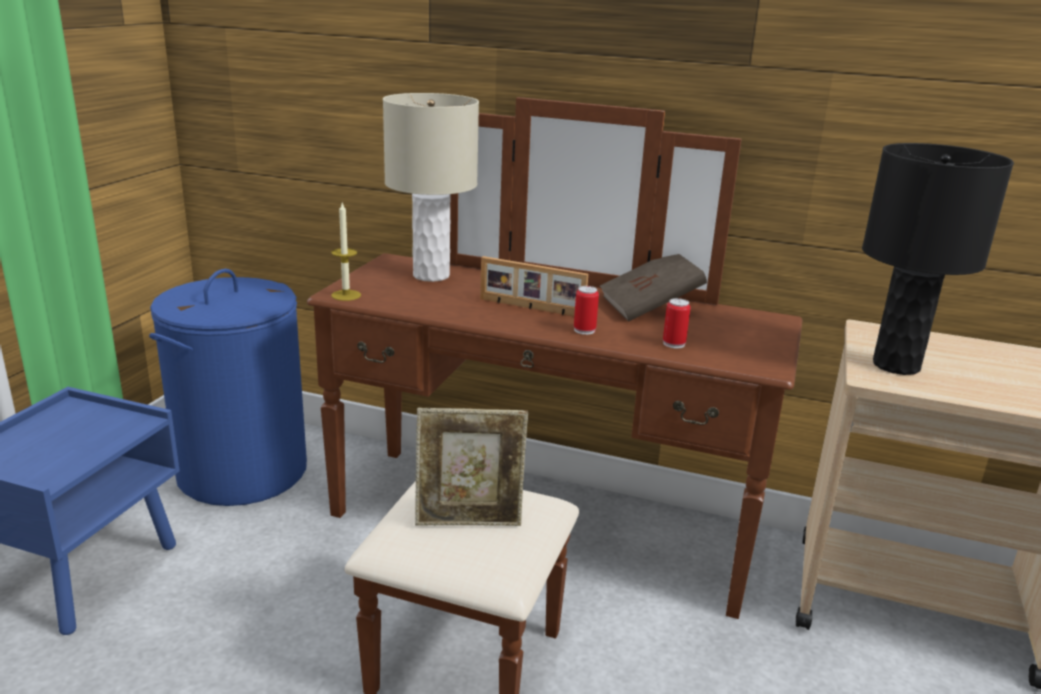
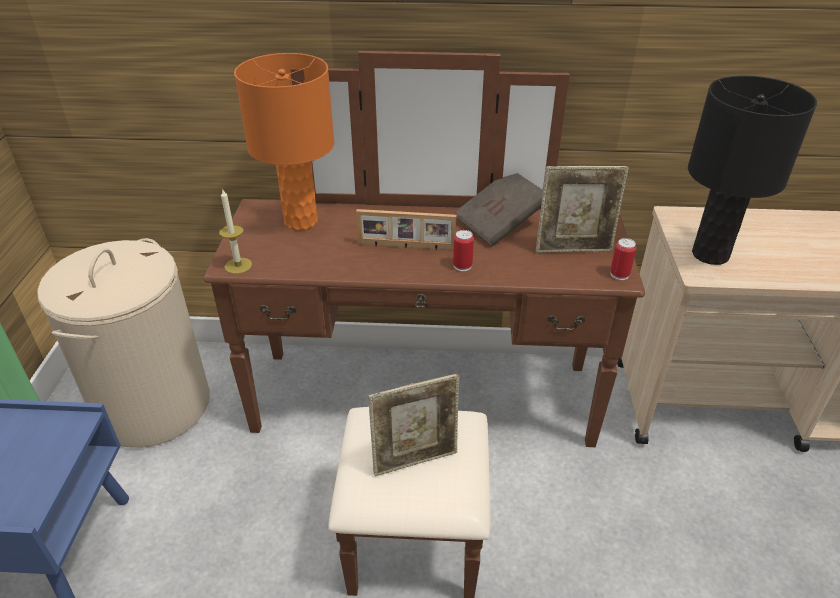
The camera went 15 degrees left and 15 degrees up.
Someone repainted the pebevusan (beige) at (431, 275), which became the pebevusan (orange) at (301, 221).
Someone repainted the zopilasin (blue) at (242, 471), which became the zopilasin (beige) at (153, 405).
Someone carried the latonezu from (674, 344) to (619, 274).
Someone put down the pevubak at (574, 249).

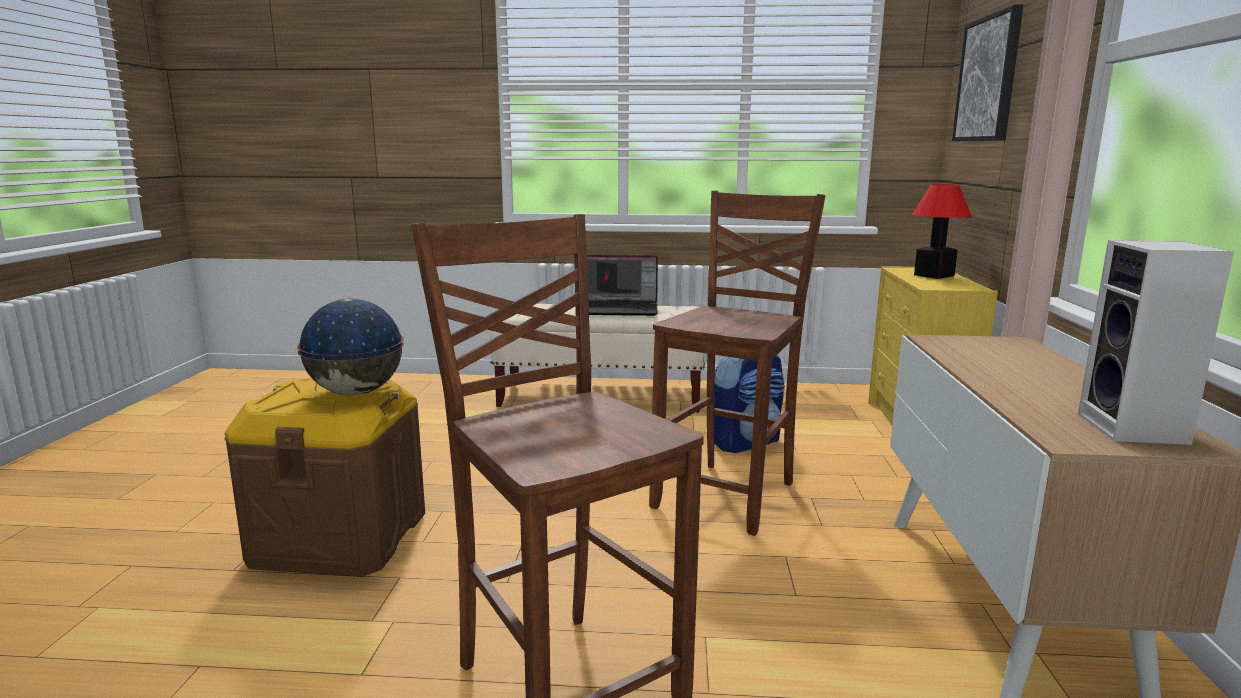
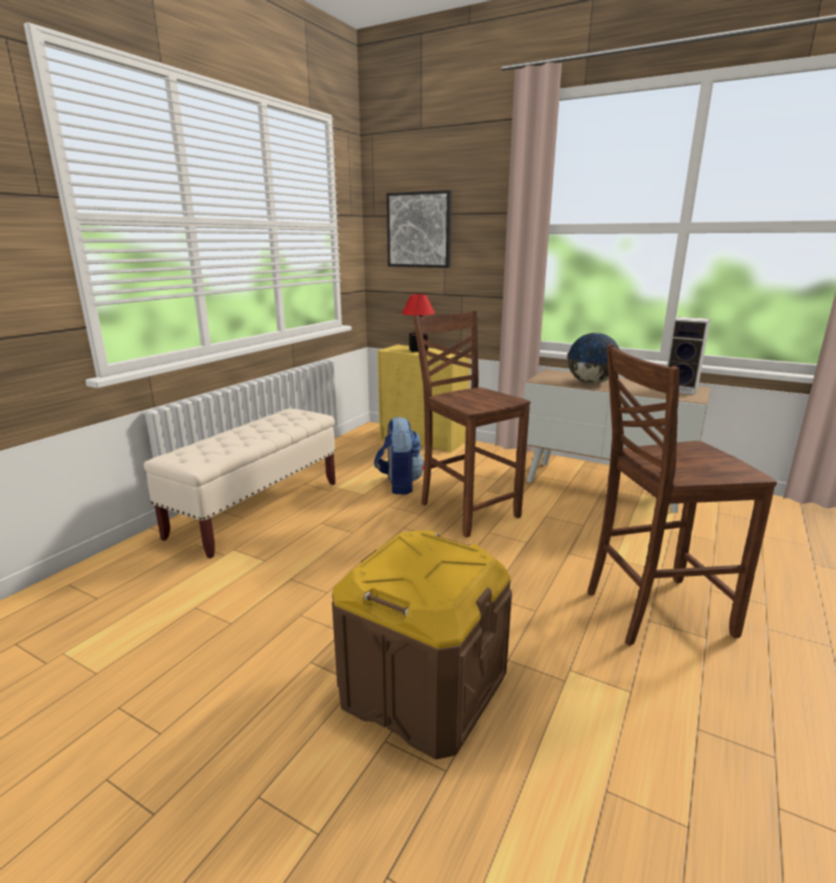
The camera went 65 degrees left and 5 degrees up.
Someone took away the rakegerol at (620, 309).
Someone carried the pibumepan from (356, 392) to (590, 383).

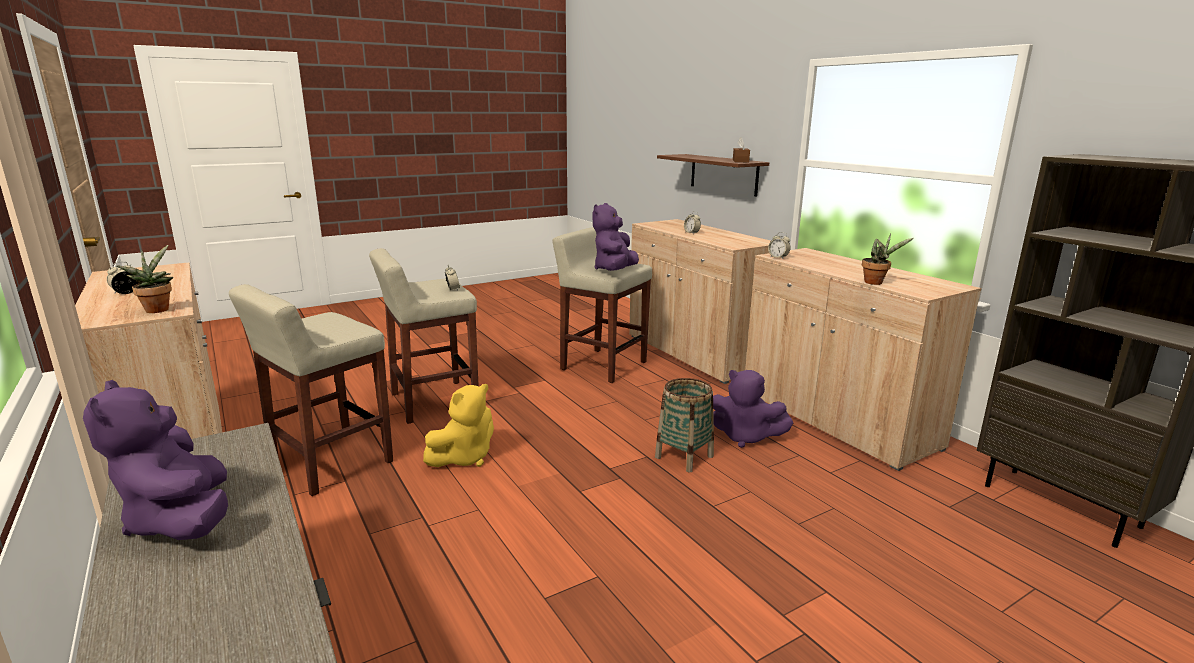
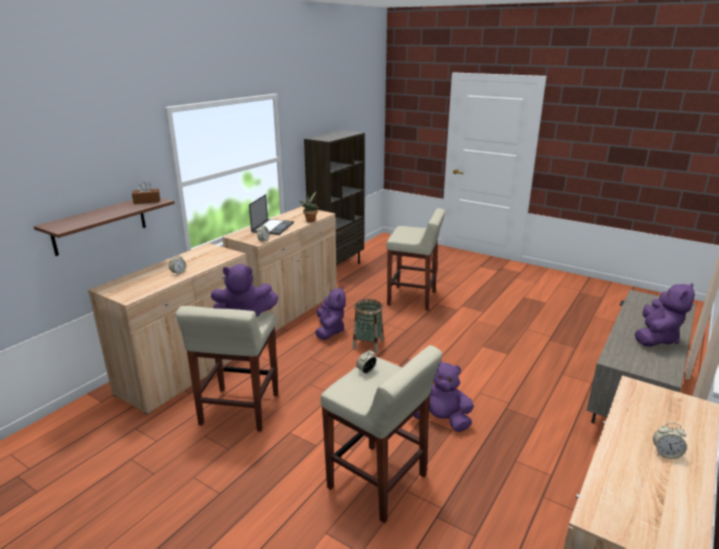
The camera went 115 degrees left and 5 degrees up.
Someone took away the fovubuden at (157, 309).
Someone carried the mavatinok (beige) from (329, 463) to (413, 298).
Someone repainted the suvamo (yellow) at (464, 458), which became the suvamo (purple) at (441, 420).
Someone put down the rakegerol at (273, 227).

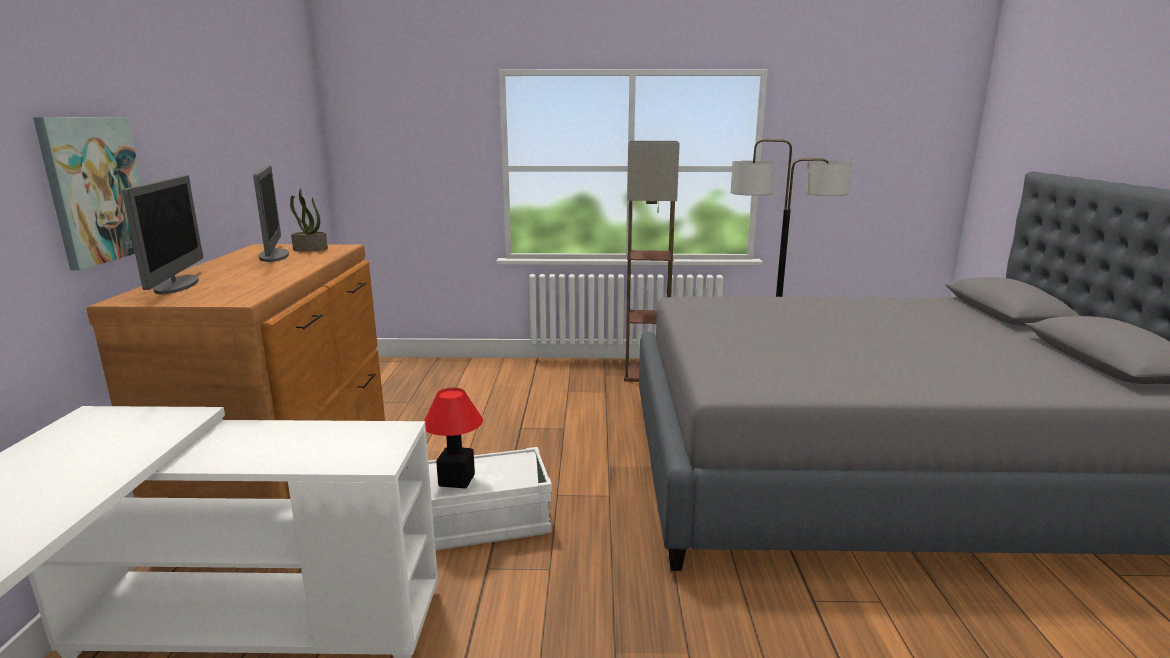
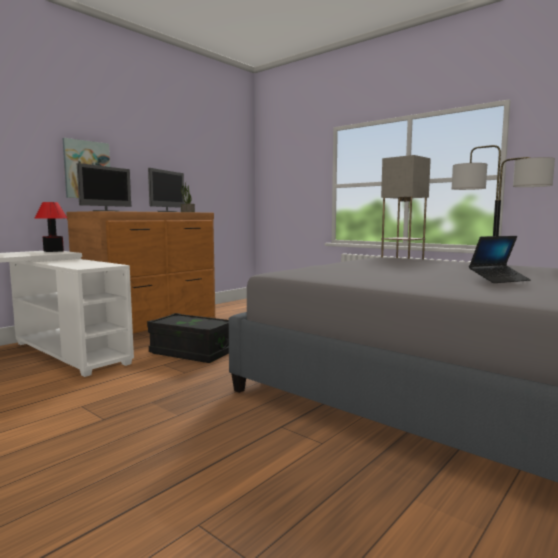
The camera went 40 degrees right and 10 degrees down.
Someone carried the pebevusan from (457, 479) to (54, 251).
Someone repainted the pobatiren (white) at (481, 522), which became the pobatiren (black) at (191, 352).
Someone put down the rakegerol at (499, 279).

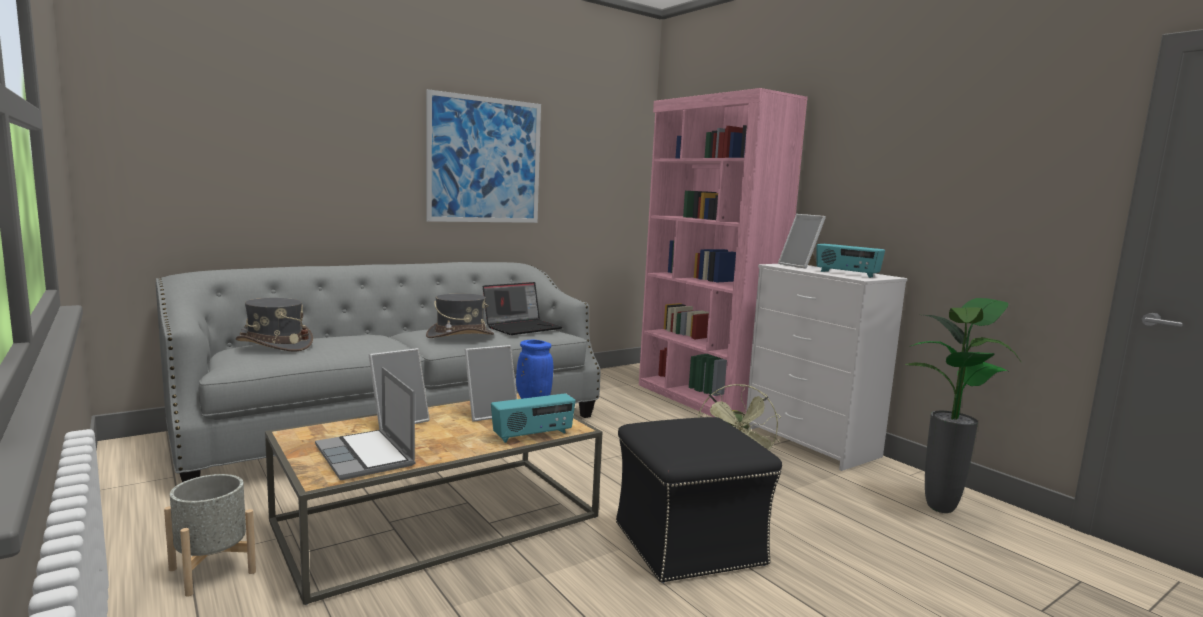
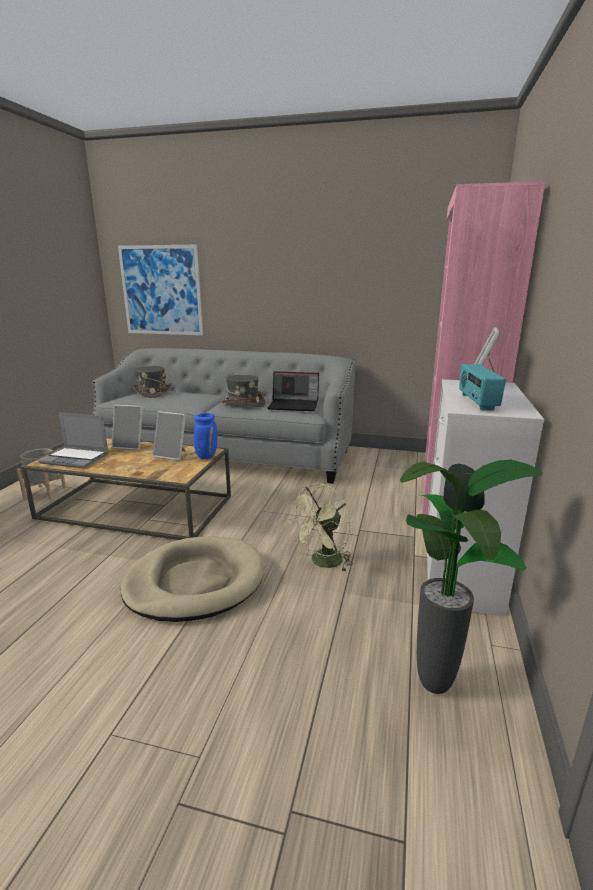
The camera went 50 degrees right and 10 degrees up.
Someone carried the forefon from (485, 160) to (161, 290).
Someone rotated the rakegerol at (366, 456) by 90 degrees counterclockwise.
Someone took away the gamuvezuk at (533, 435).
Someone swapped the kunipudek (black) at (687, 544) for the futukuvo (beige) at (195, 582).

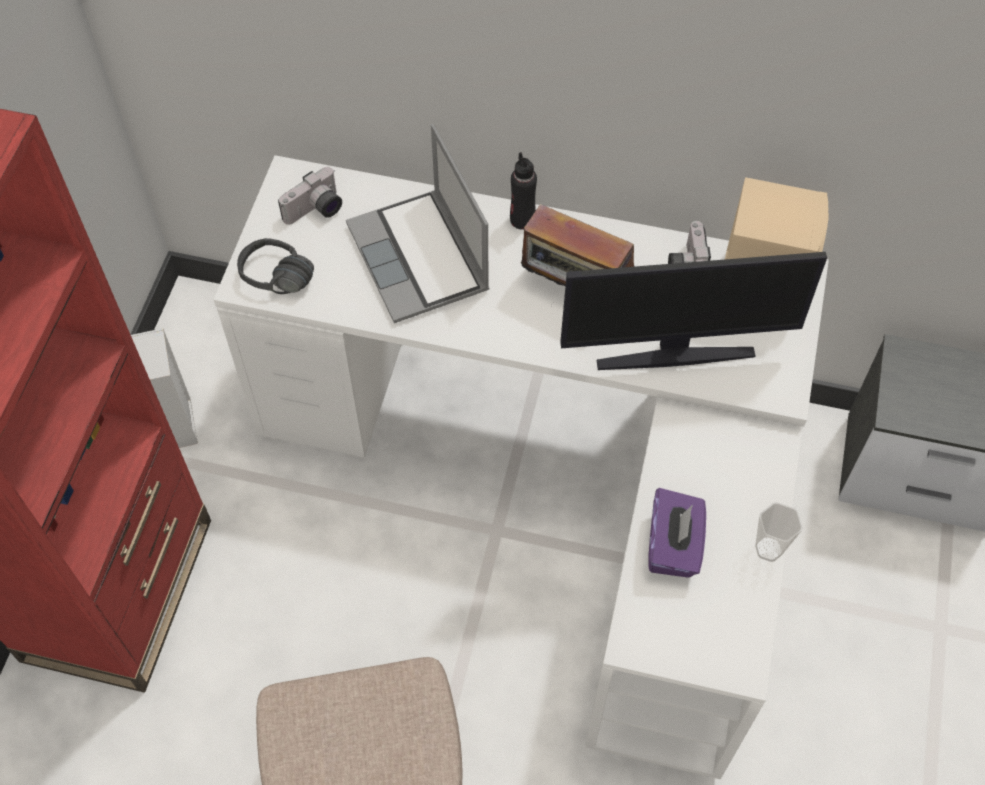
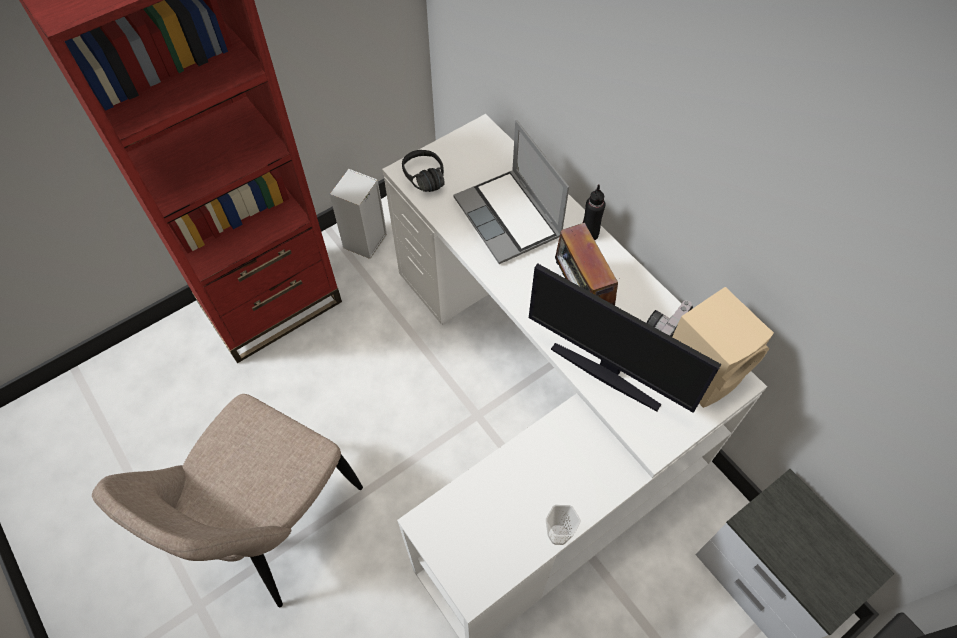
The camera went 40 degrees right and 0 degrees up.
Someone rotated the rakegerol at (420, 259) by 45 degrees counterclockwise.
Someone took away the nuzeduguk at (316, 211).
Someone took away the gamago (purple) at (673, 546).

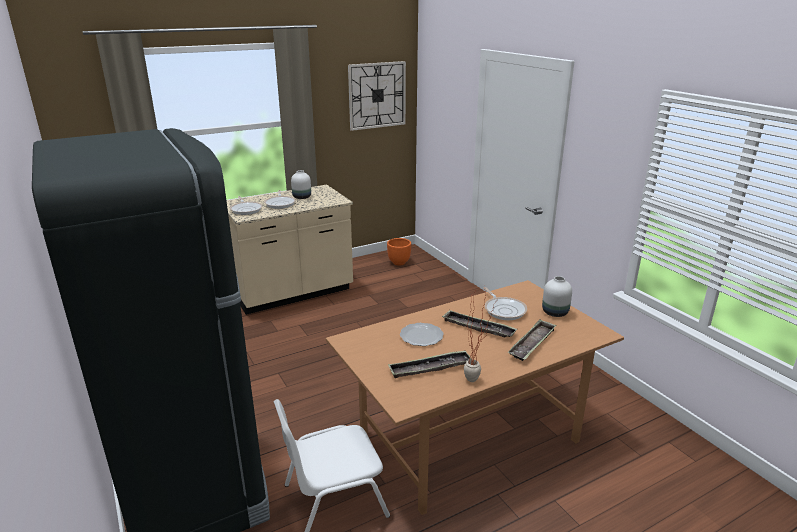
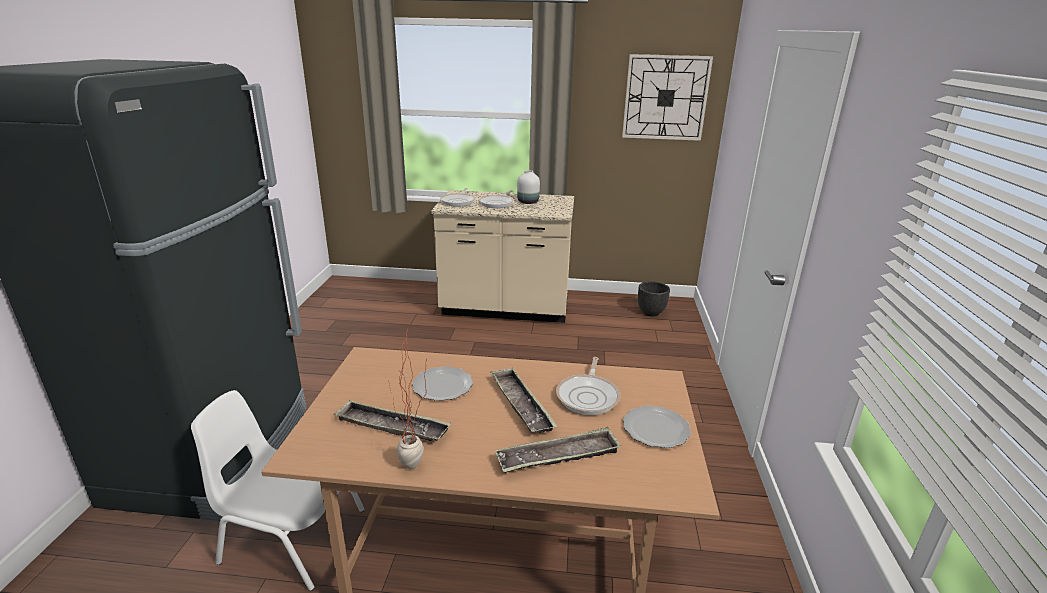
The camera went 35 degrees right and 0 degrees up.
Someone repainted the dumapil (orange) at (399, 262), which became the dumapil (black) at (651, 313).
Someone swapped the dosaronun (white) at (554, 313) for the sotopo at (655, 429).

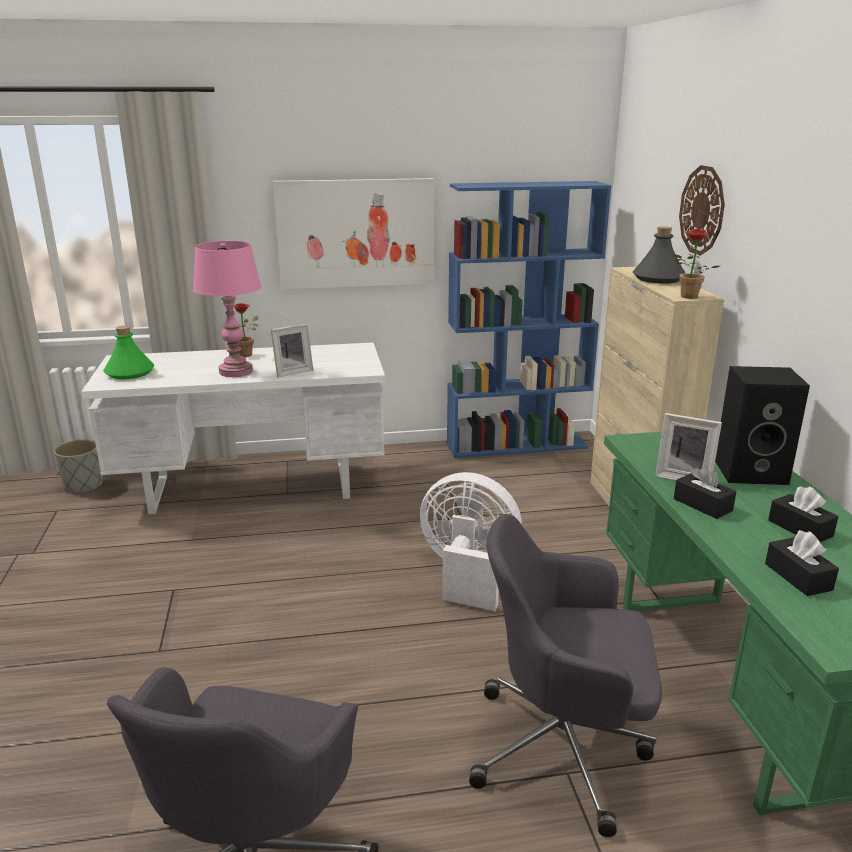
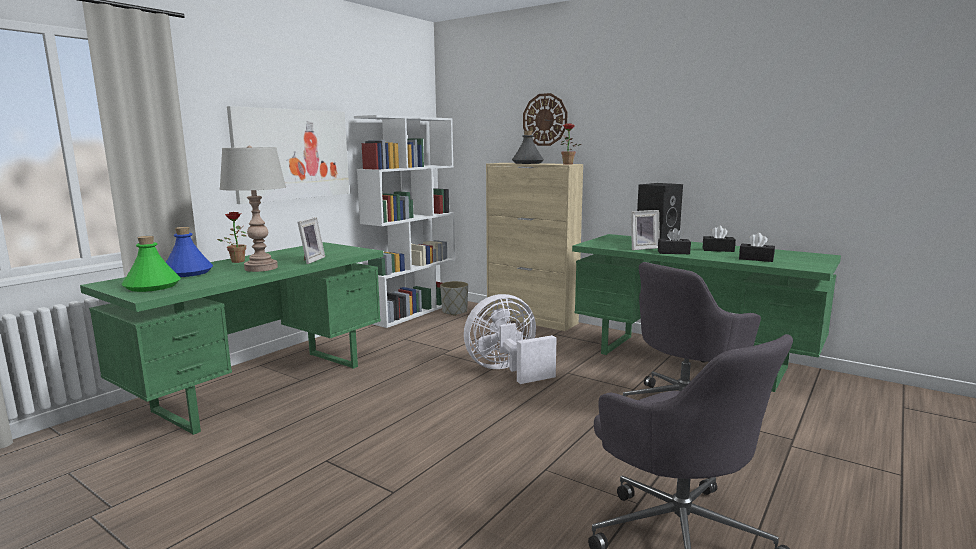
The camera went 45 degrees left and 10 degrees down.
Someone repainted the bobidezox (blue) at (517, 445), which became the bobidezox (white) at (413, 312).
Someone repainted the pebevusan (pink) at (236, 372), which became the pebevusan (grey) at (261, 268).
Someone repainted the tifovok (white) at (254, 487), which became the tifovok (green) at (264, 386).
Someone carried the dumapil (grey) from (83, 486) to (454, 312).
Someone put down the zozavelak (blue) at (187, 273).

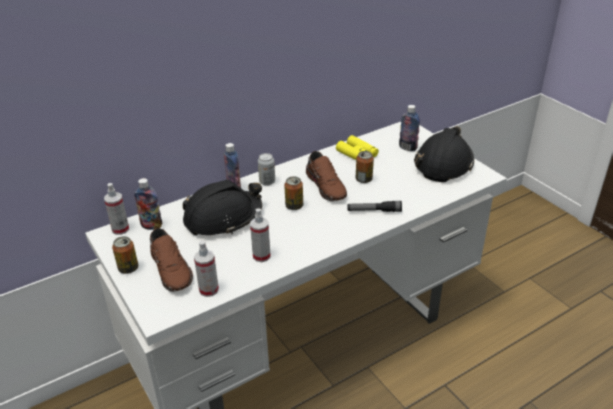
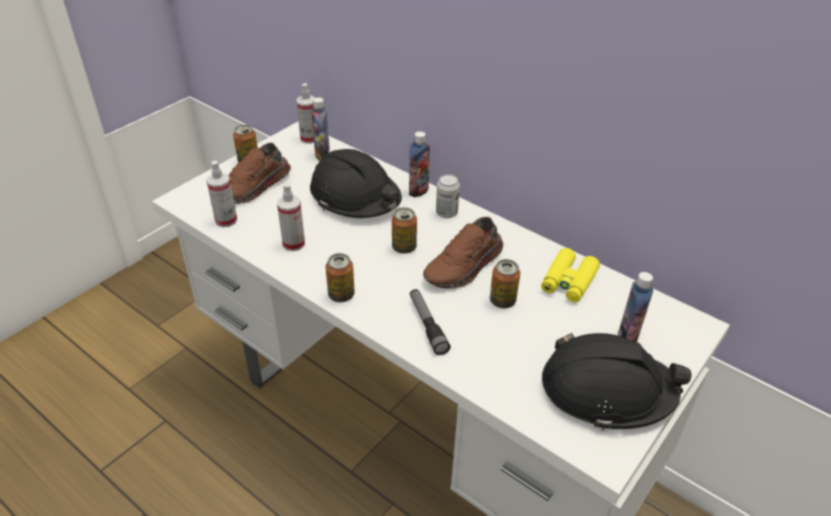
The camera went 70 degrees right and 5 degrees up.
Someone put down the latonezu at (341, 295).

